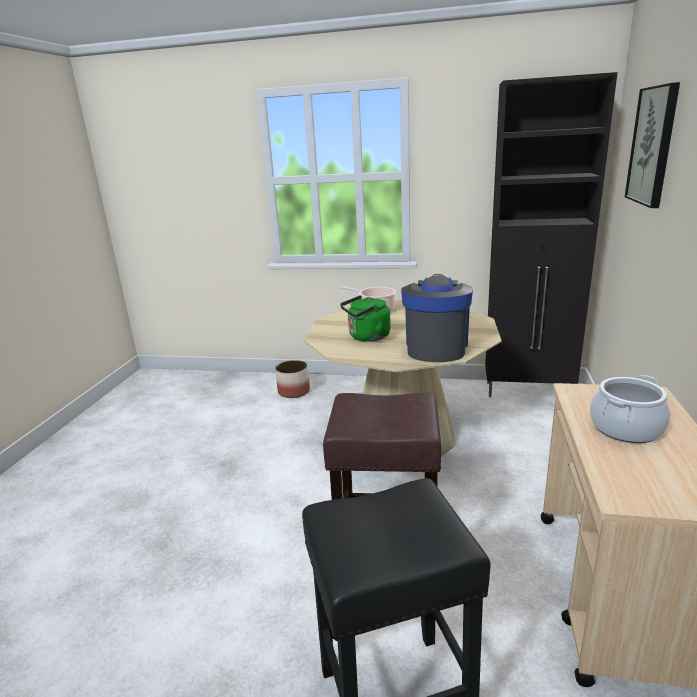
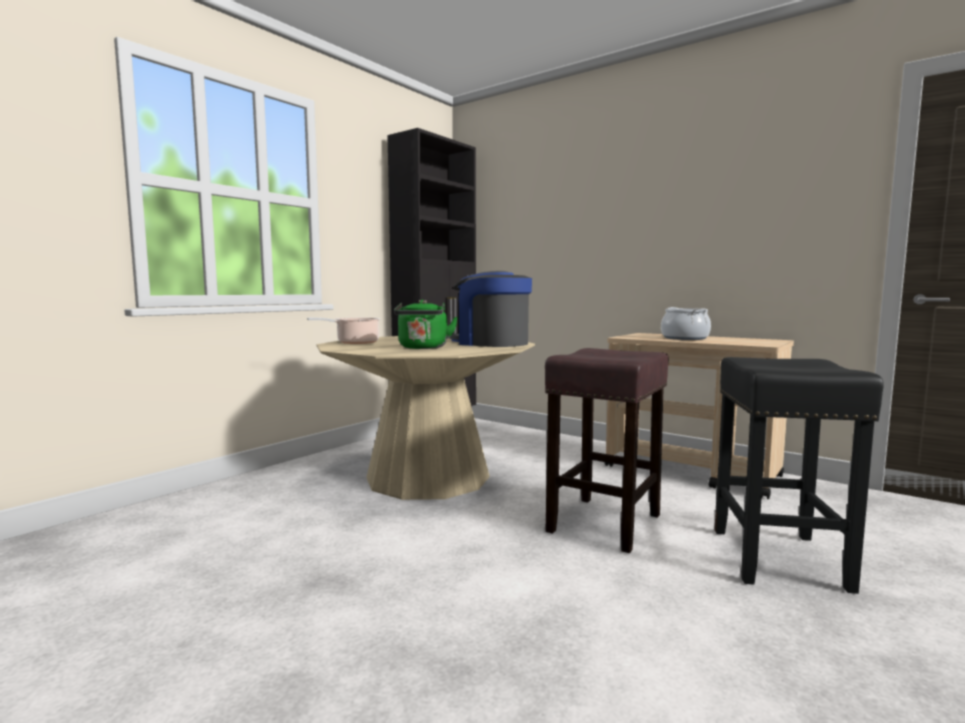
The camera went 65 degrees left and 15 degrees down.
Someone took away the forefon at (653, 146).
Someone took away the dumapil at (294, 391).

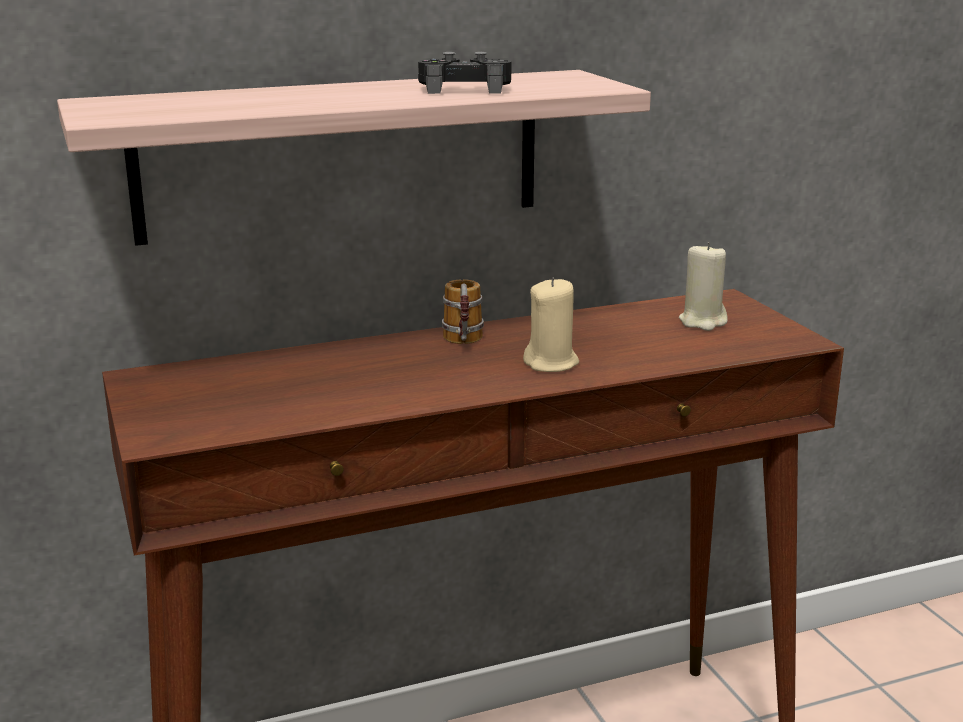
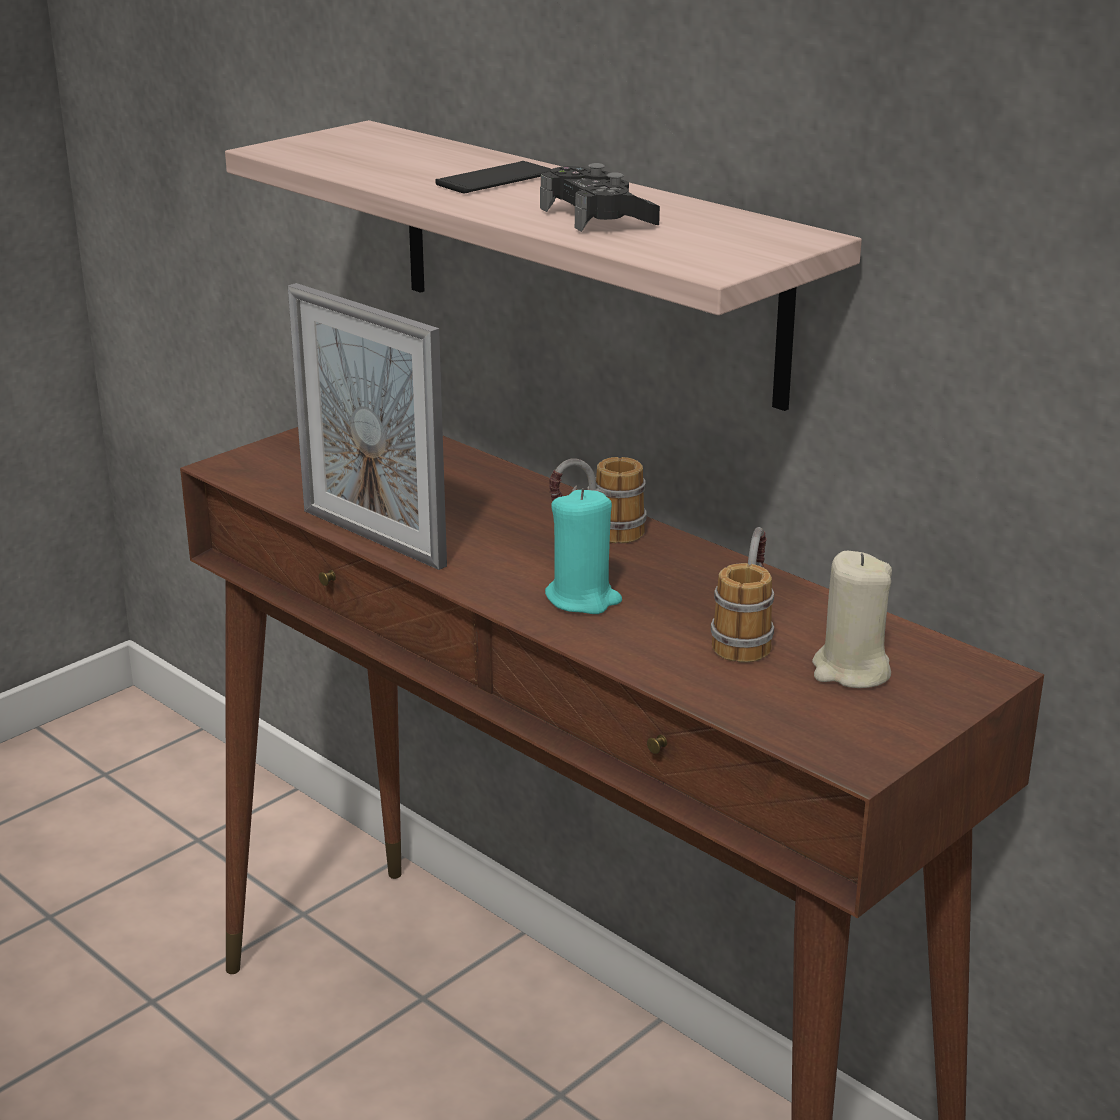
The camera went 65 degrees right and 5 degrees up.
Someone repainted the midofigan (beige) at (551, 363), which became the midofigan (turquoise) at (583, 599).
Someone put down the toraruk at (494, 179).
Someone put down the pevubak at (373, 538).
Someone put down the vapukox at (746, 635).

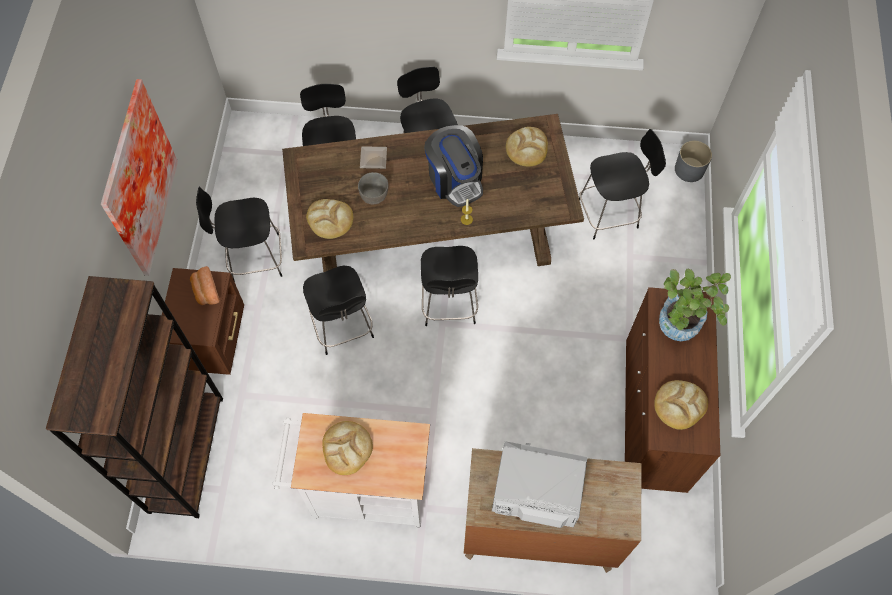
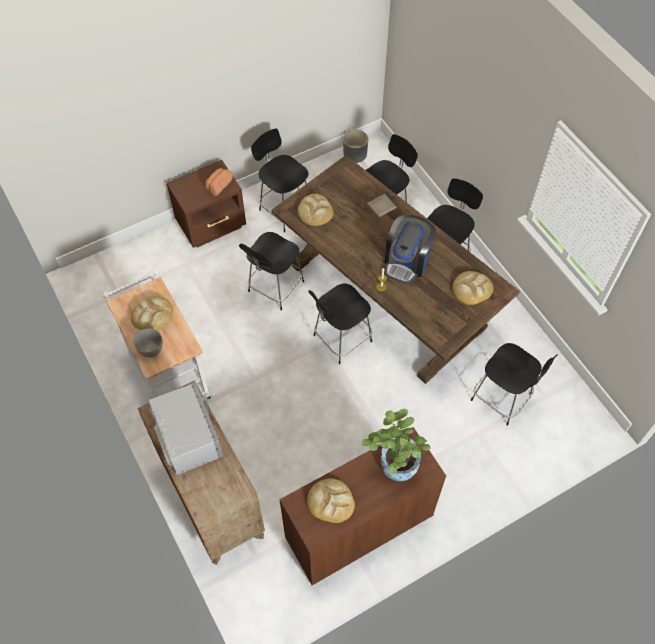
The camera went 55 degrees right and 5 degrees down.
Someone took away the forefon at (135, 180).
Someone carried the dumapil (grey) from (689, 169) to (355, 154).
Someone carried the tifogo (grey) from (374, 196) to (151, 350).
Someone took away the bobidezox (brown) at (186, 454).

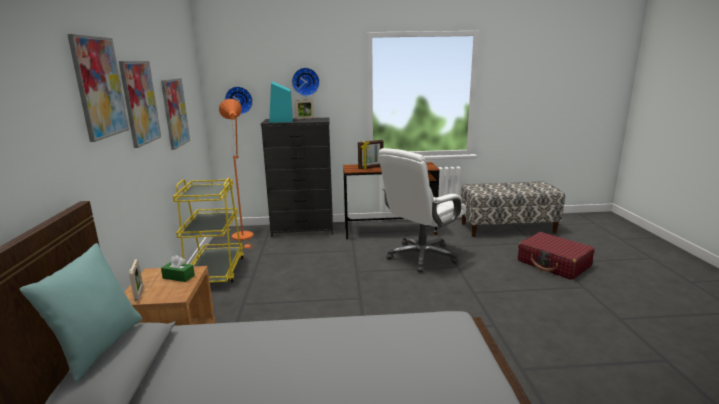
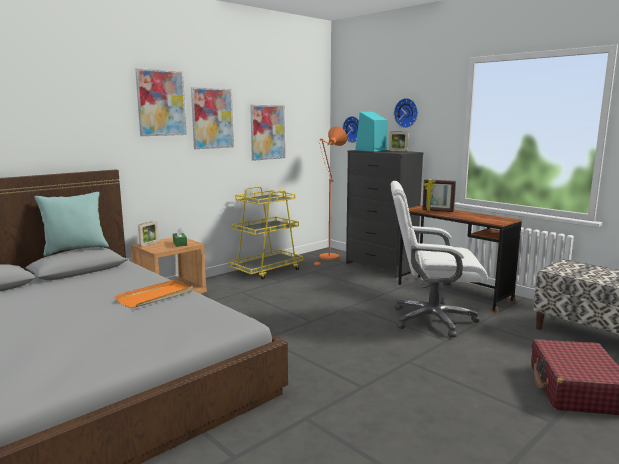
The camera went 50 degrees right and 5 degrees down.
Someone put down the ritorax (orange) at (156, 296).

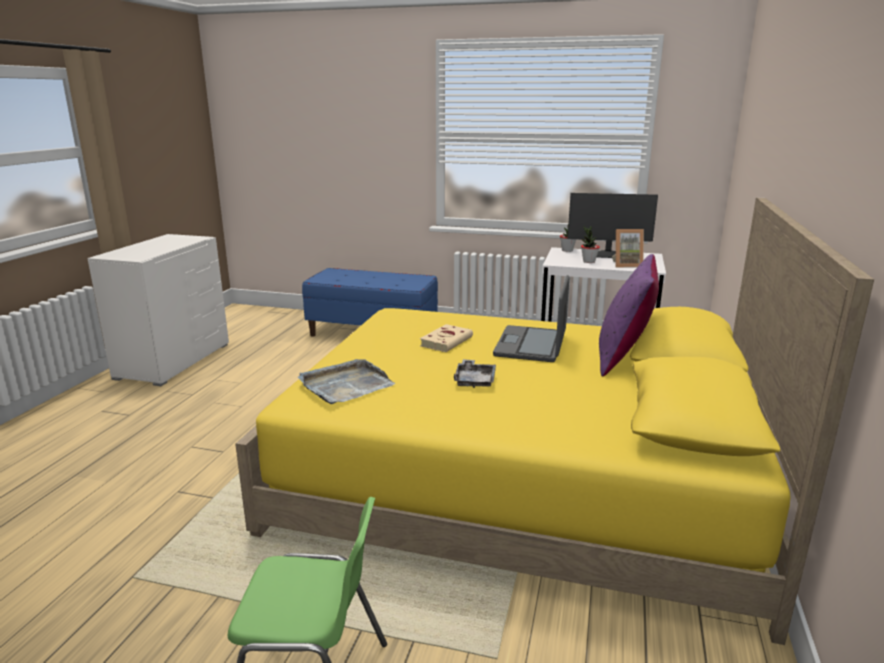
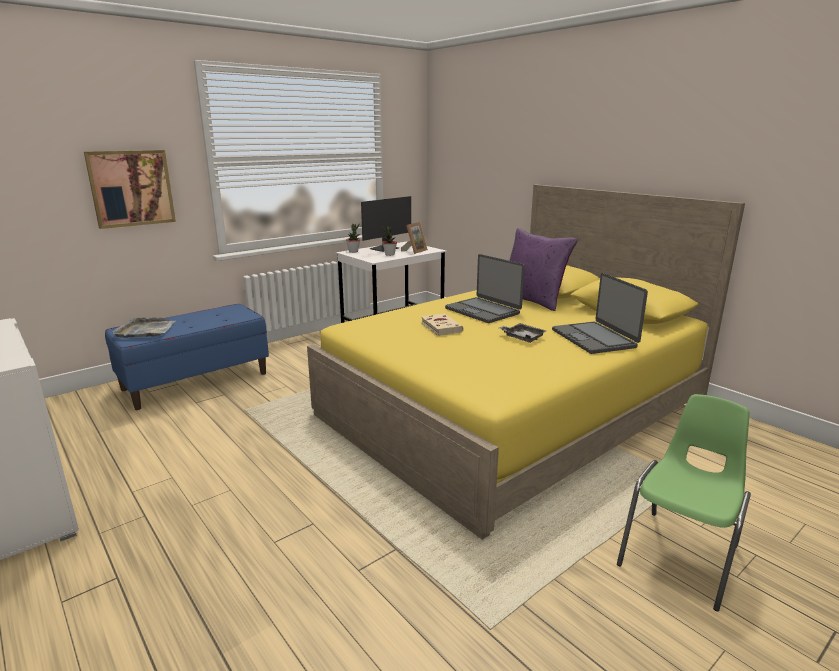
The camera went 55 degrees left and 0 degrees up.
Someone carried the ritorax (grey) from (345, 385) to (145, 330).
Someone put up the forefon at (131, 188).
Someone put down the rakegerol at (594, 338).

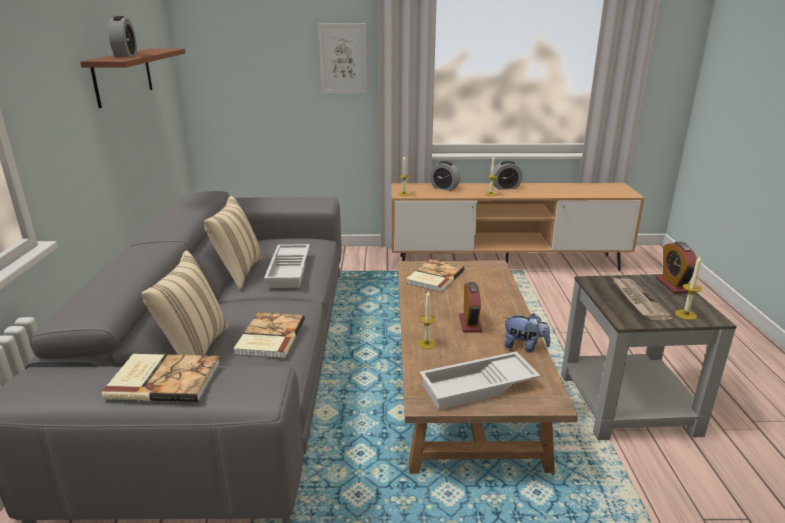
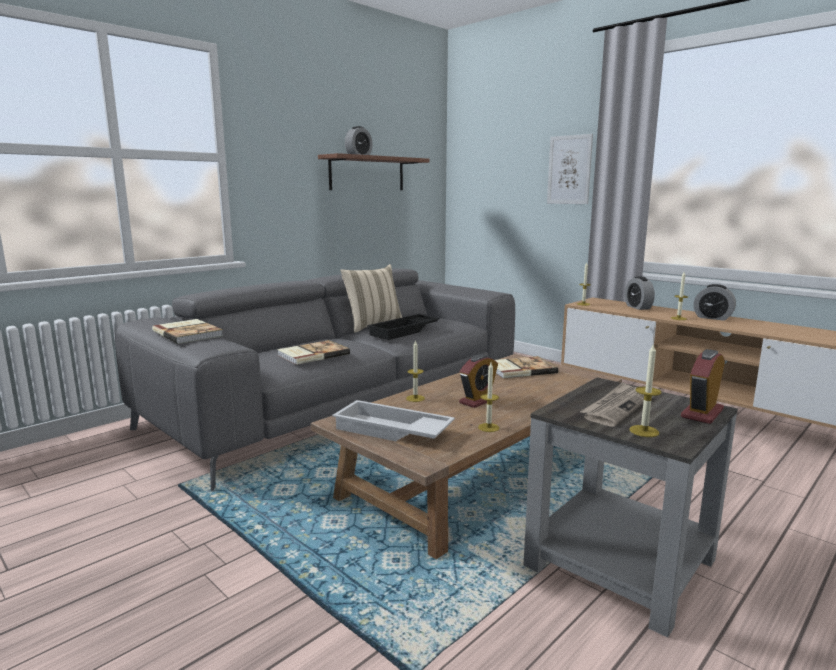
The camera went 45 degrees right and 10 degrees down.
Someone repainted the ritorax (white) at (290, 270), which became the ritorax (black) at (404, 331).
Someone took away the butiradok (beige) at (194, 350).
Someone swapped the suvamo at (524, 347) for the midofigan at (488, 427).

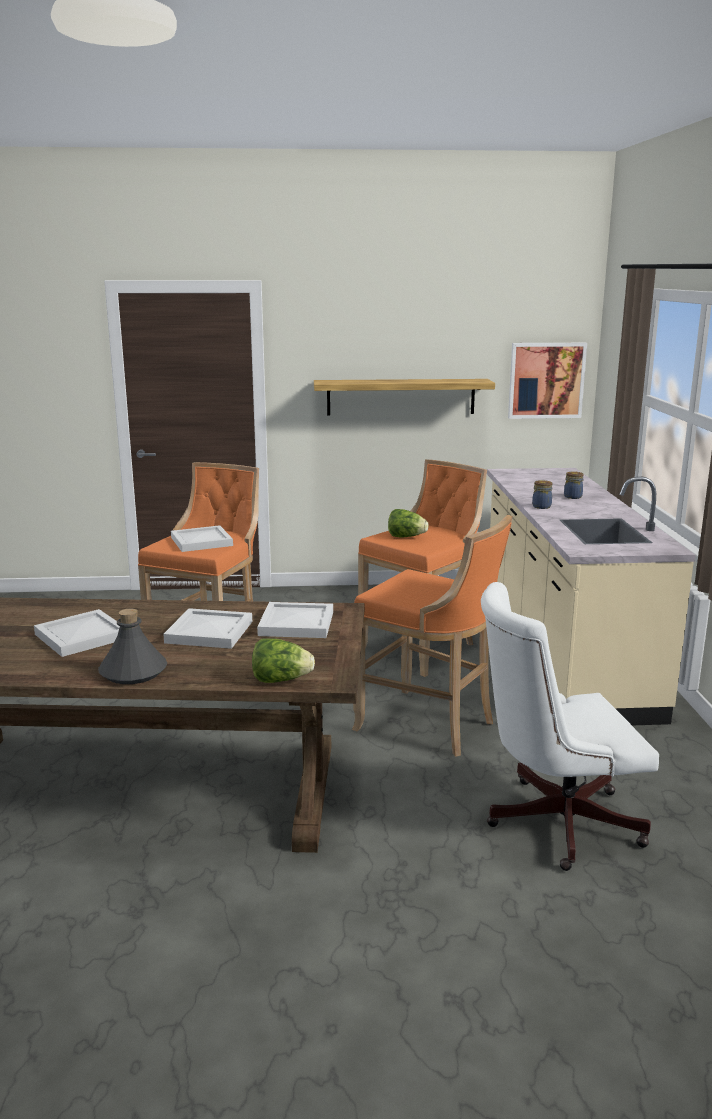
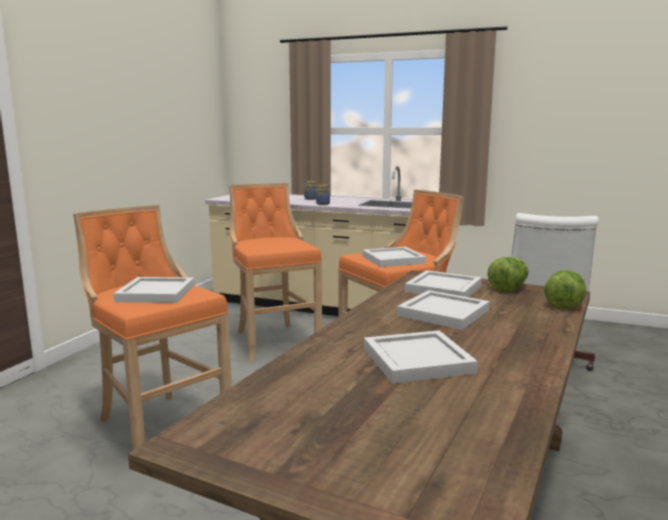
The camera went 65 degrees left and 5 degrees down.
Someone took away the forefon at (546, 380).
Someone took away the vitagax at (401, 397).
Someone carried the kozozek from (406, 537) to (508, 288).
Someone took away the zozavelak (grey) at (133, 672).
Someone put down the ritorax (white) at (393, 259).

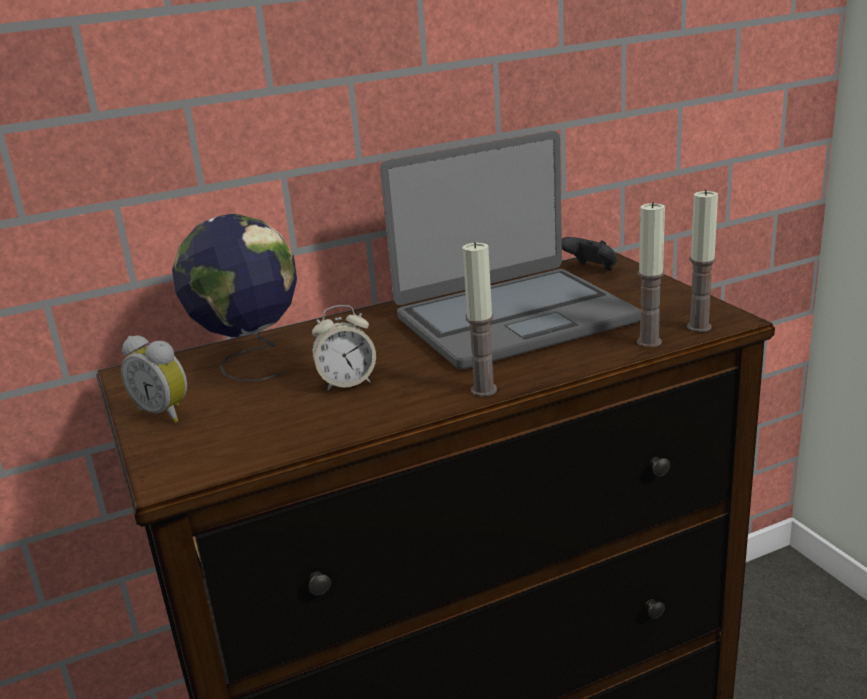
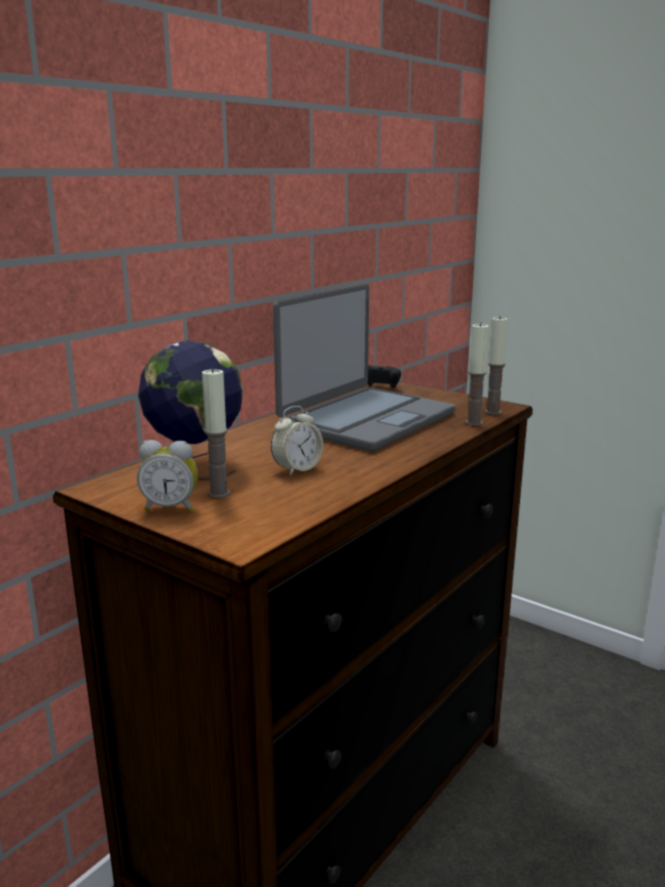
The camera went 30 degrees left and 5 degrees down.
Someone carried the midofigan from (484, 390) to (219, 493).

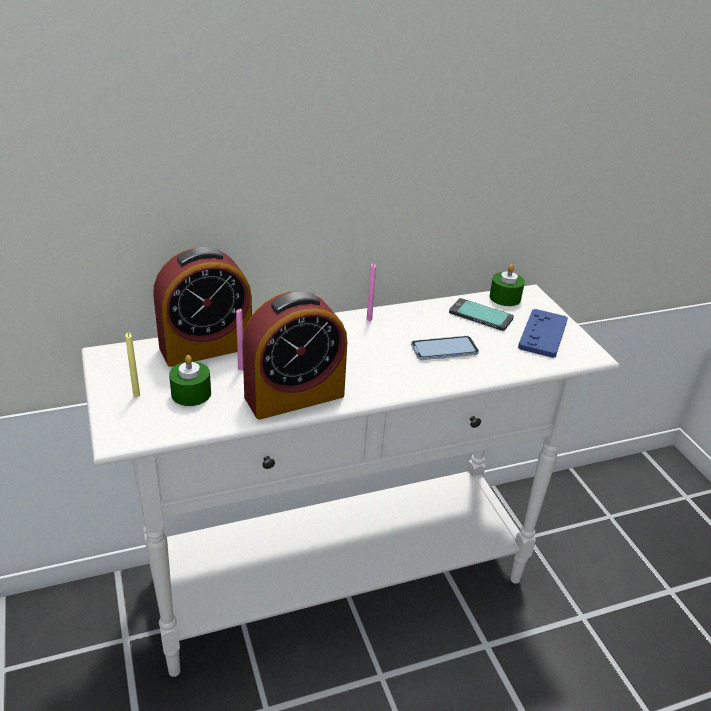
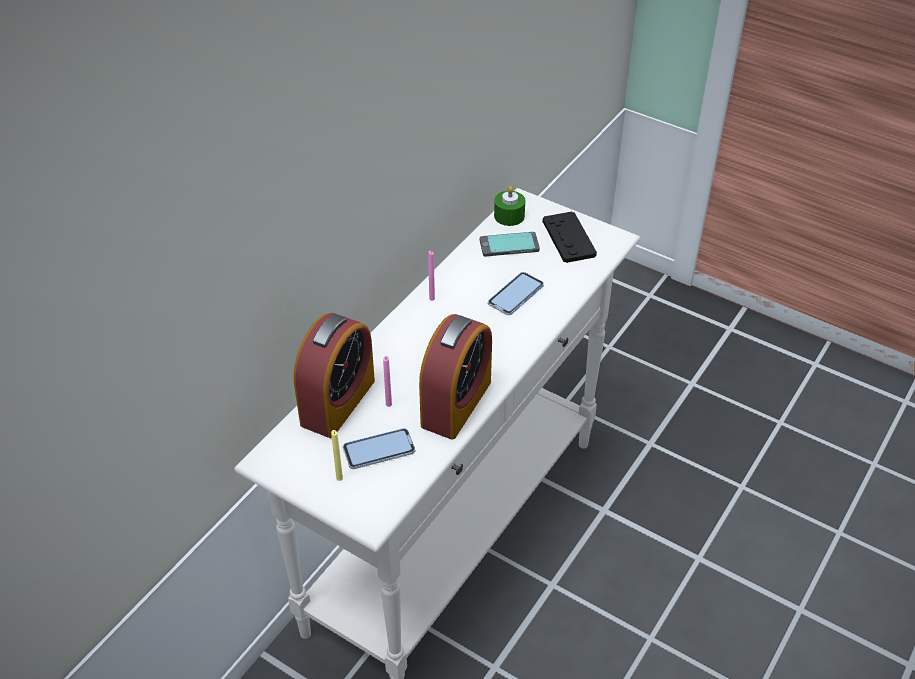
The camera went 35 degrees left and 10 degrees up.
Someone repainted the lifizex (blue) at (543, 334), which became the lifizex (black) at (568, 238).
Someone swapped the midofigan (green) at (191, 393) for the toraruk at (379, 450).

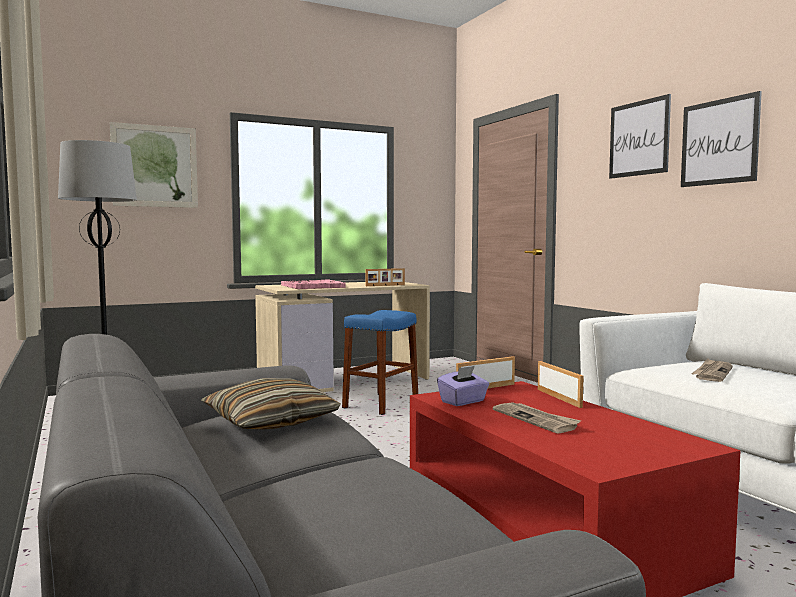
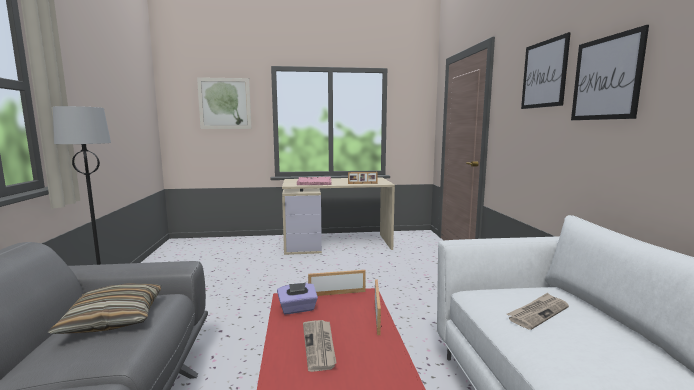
The camera went 20 degrees right and 5 degrees up.
Someone took away the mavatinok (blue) at (381, 404).

